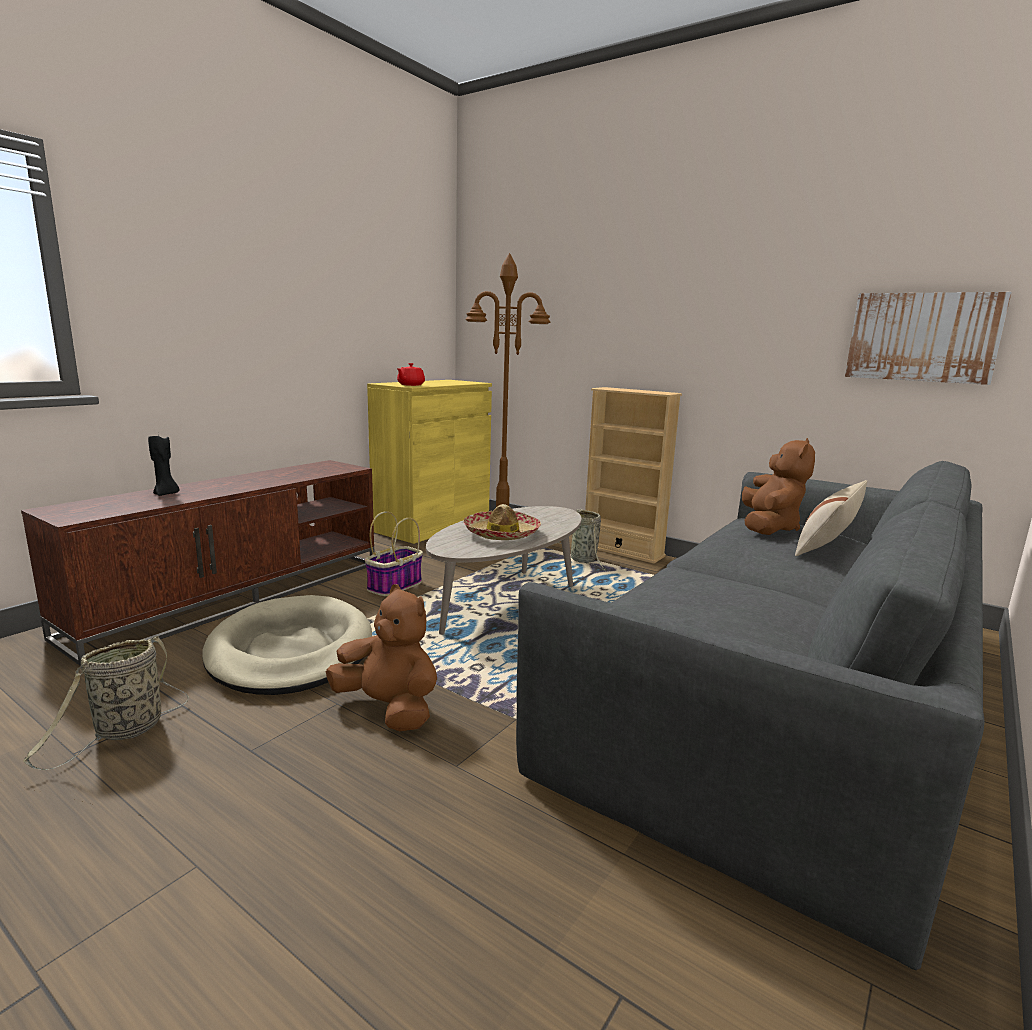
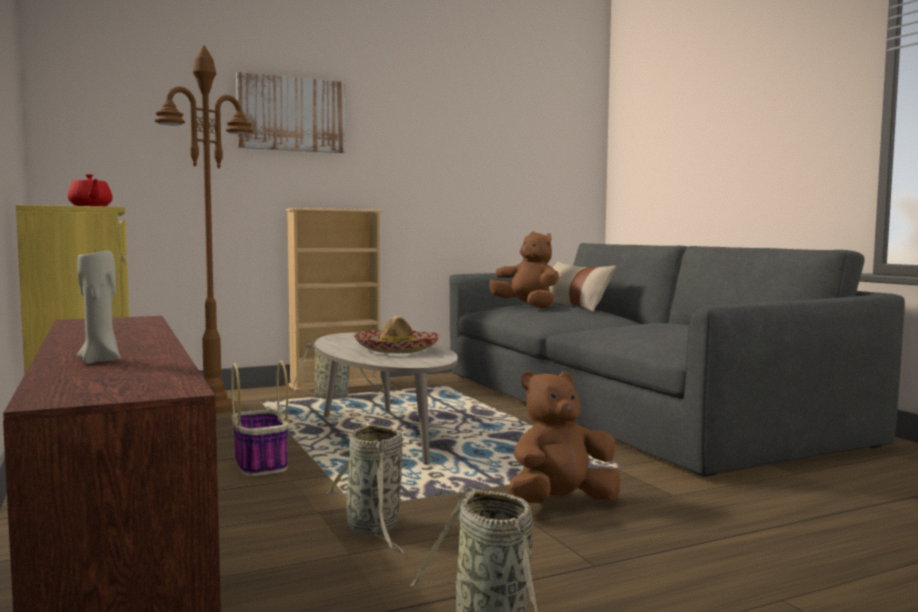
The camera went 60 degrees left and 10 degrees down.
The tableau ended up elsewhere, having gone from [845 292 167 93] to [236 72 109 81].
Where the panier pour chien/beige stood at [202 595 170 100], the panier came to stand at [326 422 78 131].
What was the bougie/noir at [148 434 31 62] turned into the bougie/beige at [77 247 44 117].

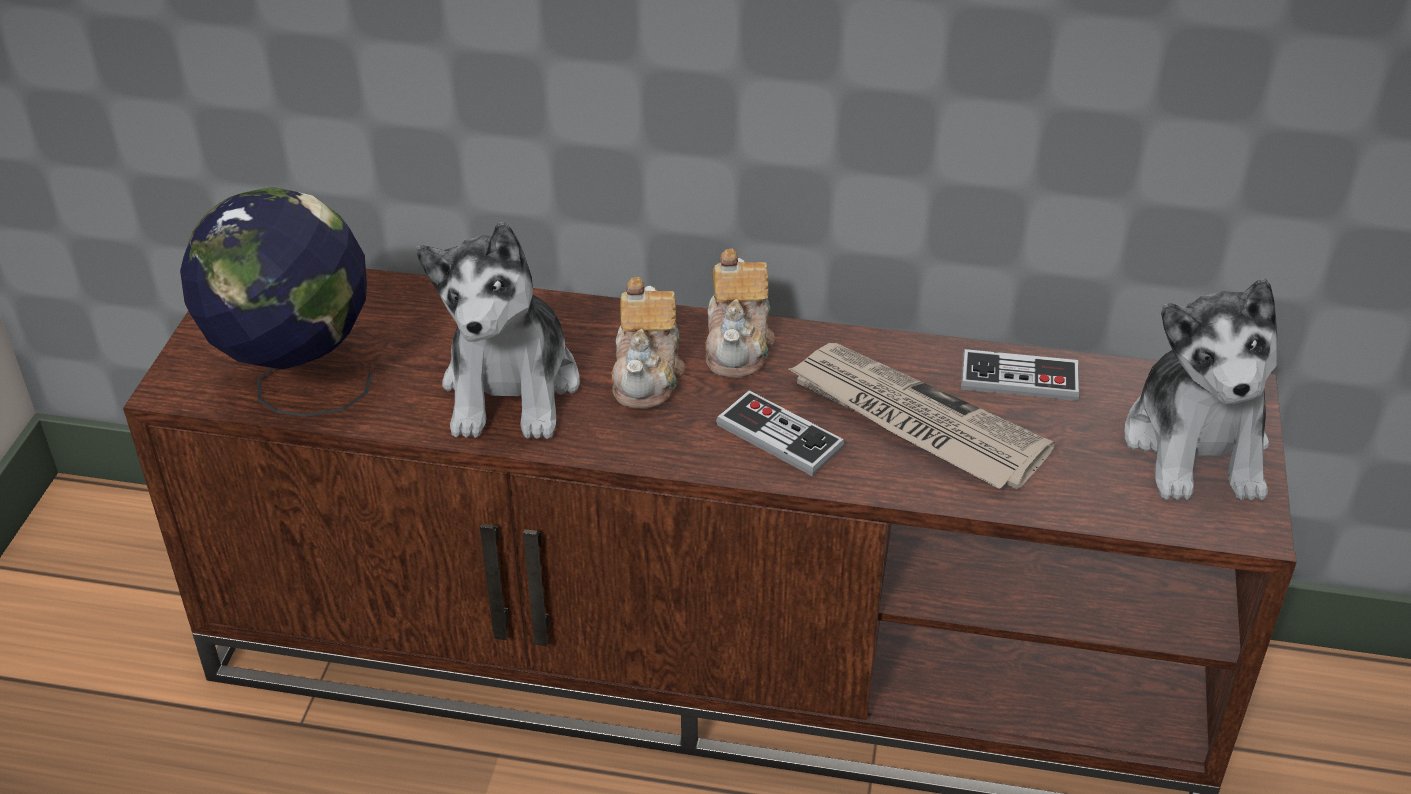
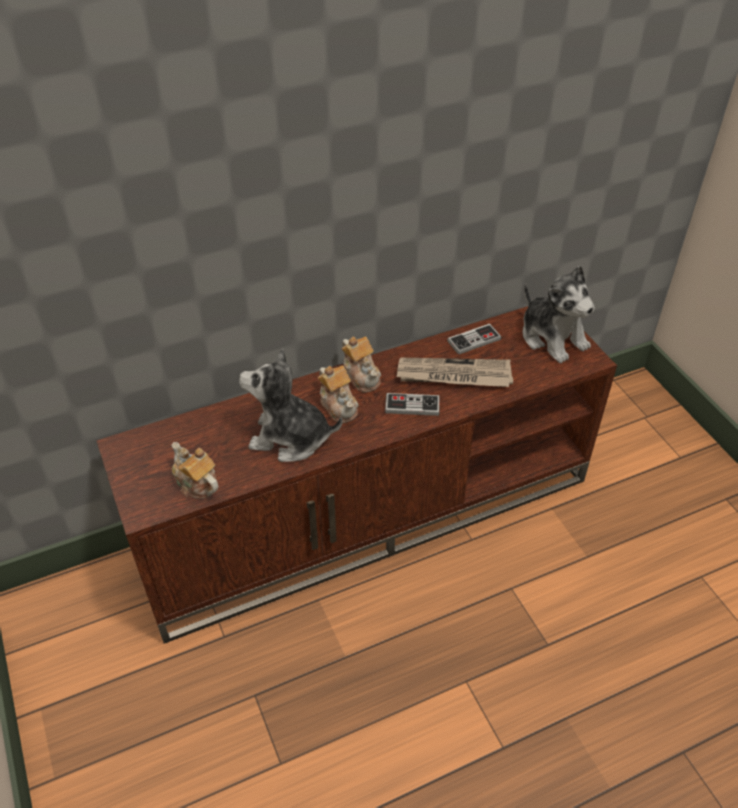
The camera went 35 degrees left and 5 degrees up.
Where the globe stood at [180 187 193 230], the théière came to stand at [171 442 48 57].
The peluche at [416 222 164 217] ended up facing another way, 135 degrees clockwise from before.

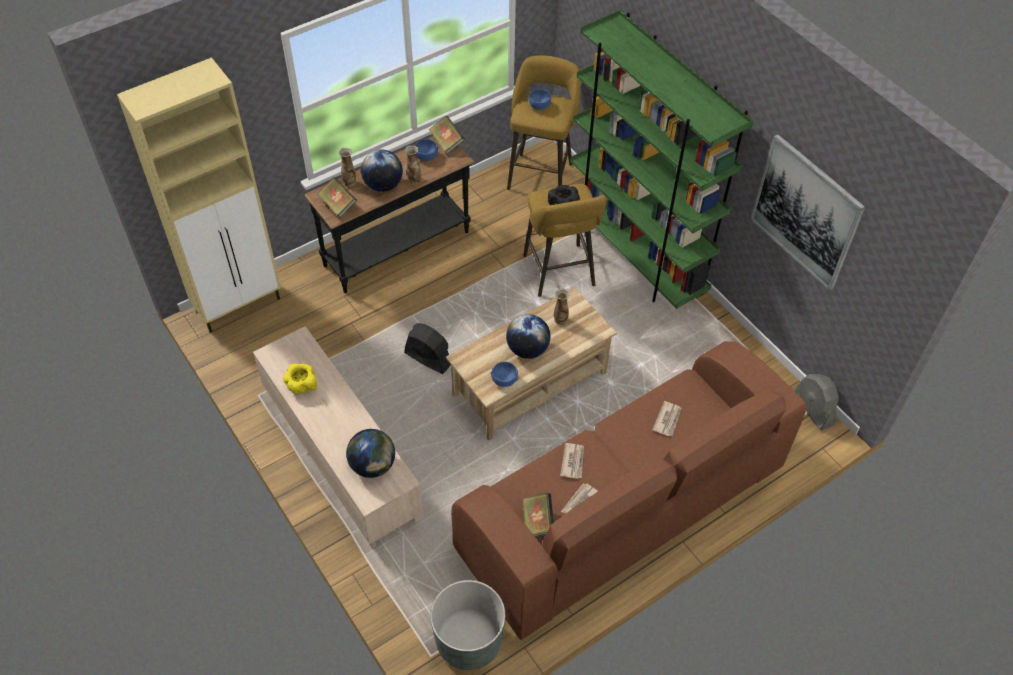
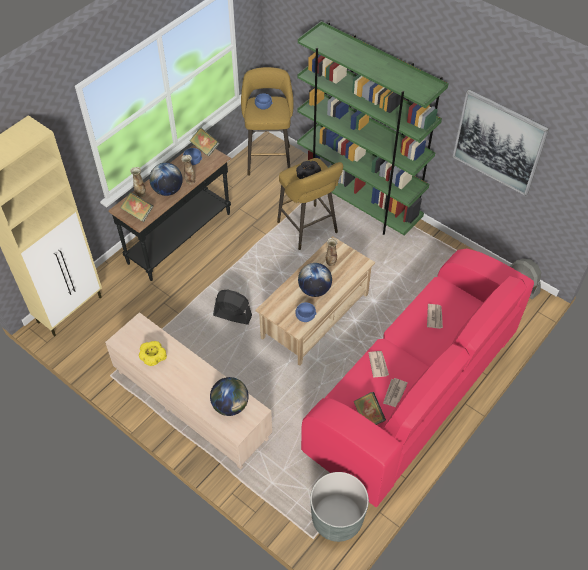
The camera went 15 degrees left and 0 degrees up.
What was the canapé/marron at [451 341 356 299] turned into the canapé/rose at [301 249 233 258].

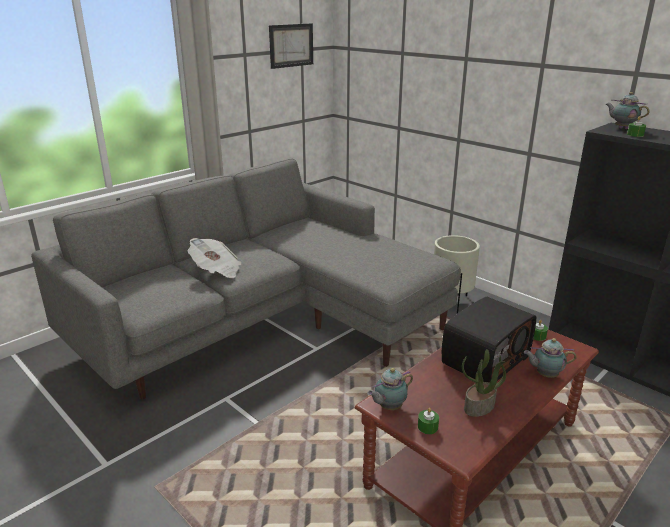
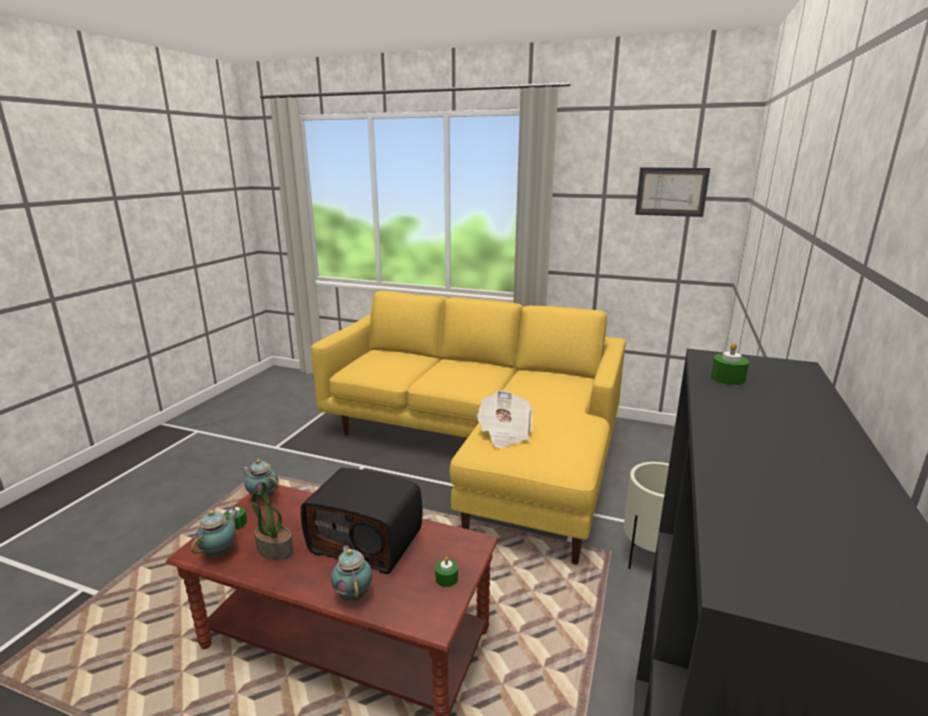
The camera went 65 degrees right and 5 degrees down.
The journal ended up elsewhere, having gone from [187 238 54 40] to [477 390 56 58].
The théière ended up elsewhere, having gone from [606 92 44 37] to [191 508 47 50].
What was the canapé/gris at [31 159 430 241] turned into the canapé/jaune at [311 291 315 273].

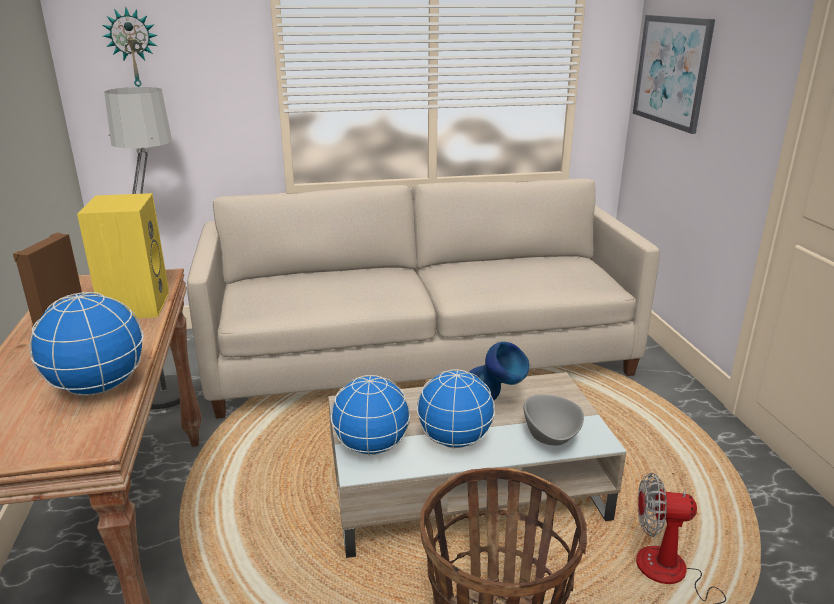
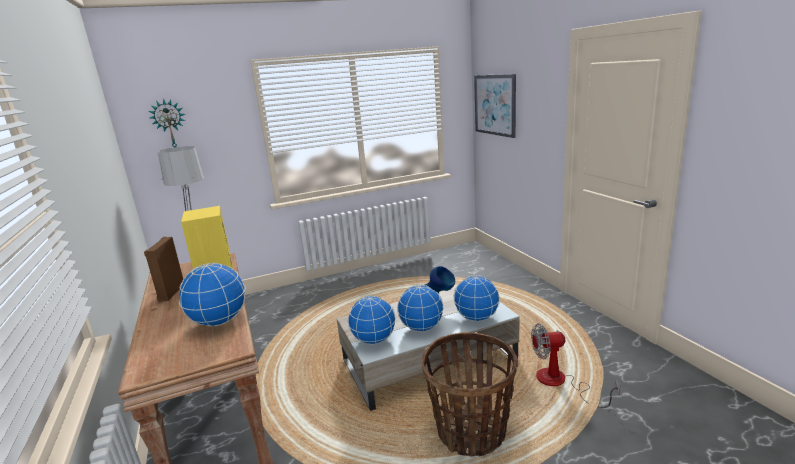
The camera went 10 degrees left and 5 degrees down.
The second view lost the canapé/beige at [187 178 473 241].
Where the bol/gris stood at [524 395 60 51], the globe came to stand at [453 275 47 46].

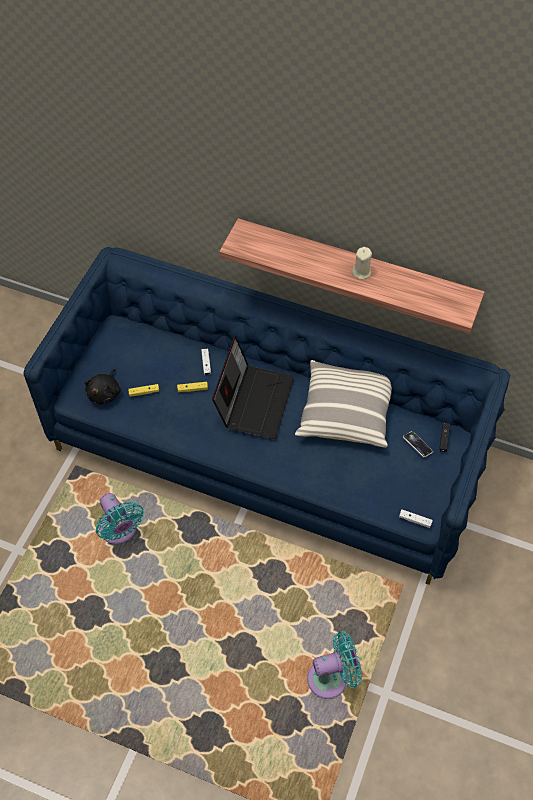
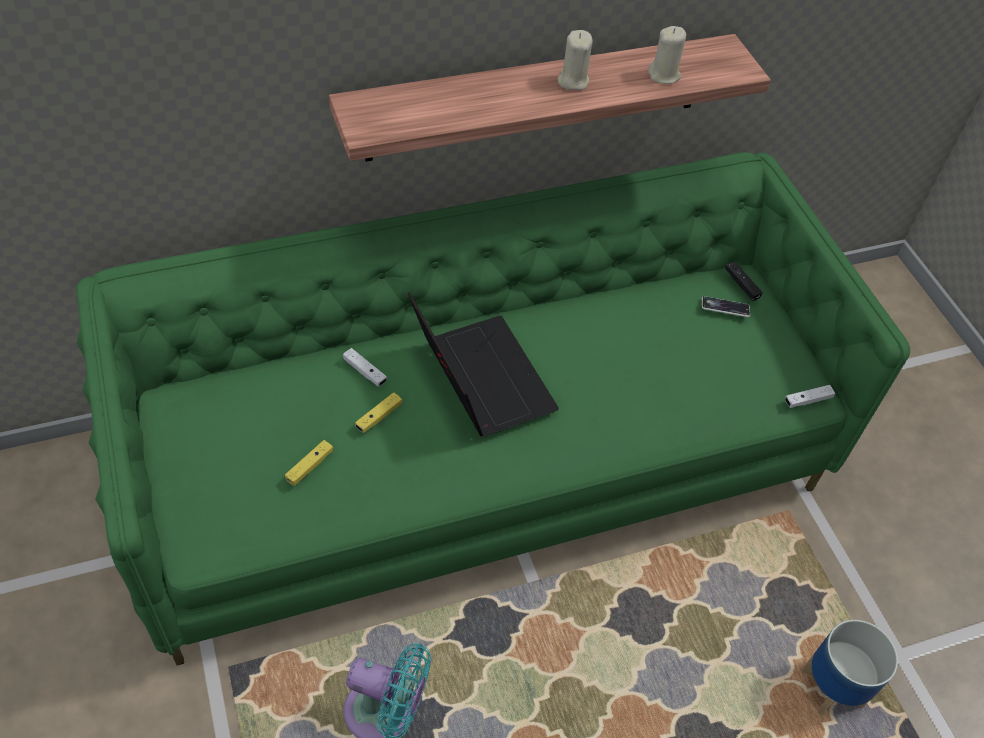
The camera went 45 degrees left and 5 degrees down.
The second view lost the peluche/noir at [85 369 36 35].
The second view lost the coussin at [295 360 97 88].
The second view gained the bougie/beige at [648 26 38 58].
Where the ventilateur/turquoise stood at [307 631 55 68], the cache-pot came to stand at [802 620 96 95].
What was the canapé/bleu at [24 247 486 338] turned into the canapé/vert at [76 152 834 513].

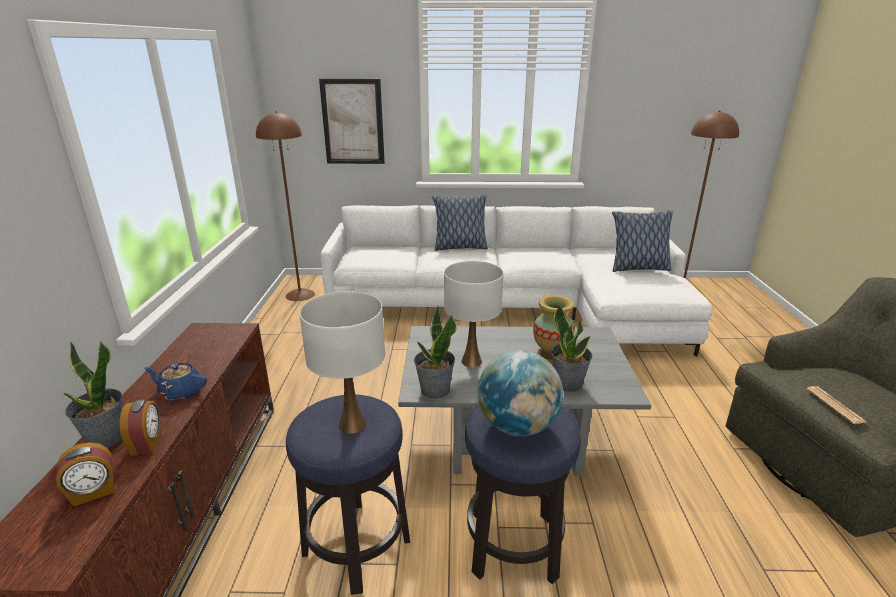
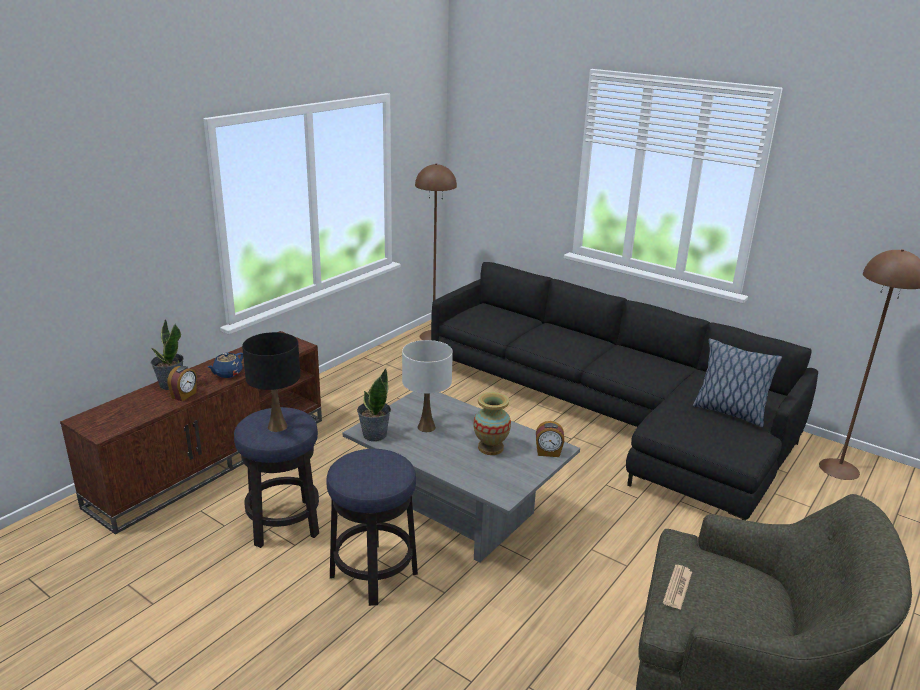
The camera went 35 degrees right and 0 degrees up.
The second view lost the tableau at [319 79 66 85].
The second view lost the coussin at [432 194 56 57].
The second view lost the globe at [478 350 85 86].
The second view lost the plante en pot at [551 304 41 88].
The réveil ended up elsewhere, having gone from [56 442 58 65] to [536 421 28 36].
What was the lampe de table/blanc at [299 291 86 143] turned into the lampe de table/noir at [242 332 58 100].
What was the canapé/blanc at [321 205 391 151] turned into the canapé/noir at [431 262 387 258].
The théière/bleu at [144 363 63 38] ended up facing another way, 105 degrees counterclockwise from before.

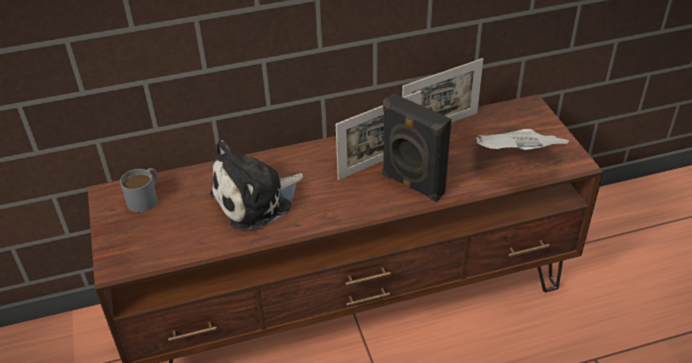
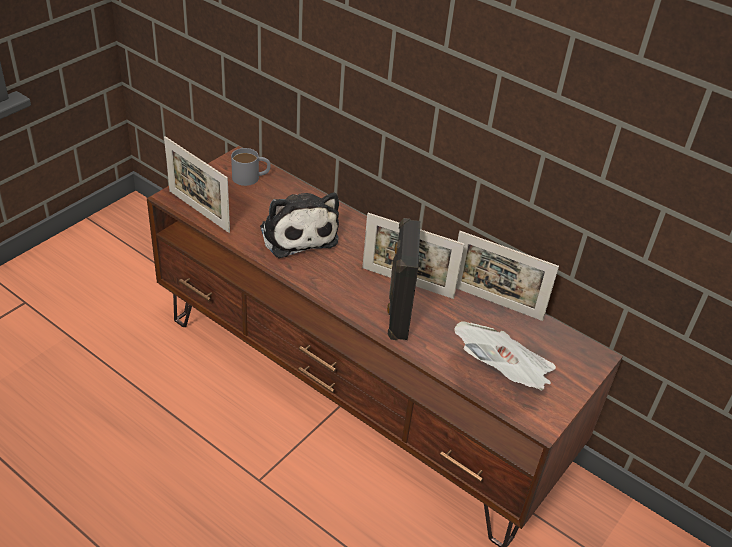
The camera went 50 degrees right and 0 degrees up.
The second view gained the cadre photo at [164 136 66 97].
The peluche at [210 140 93 90] ended up facing another way, 135 degrees counterclockwise from before.

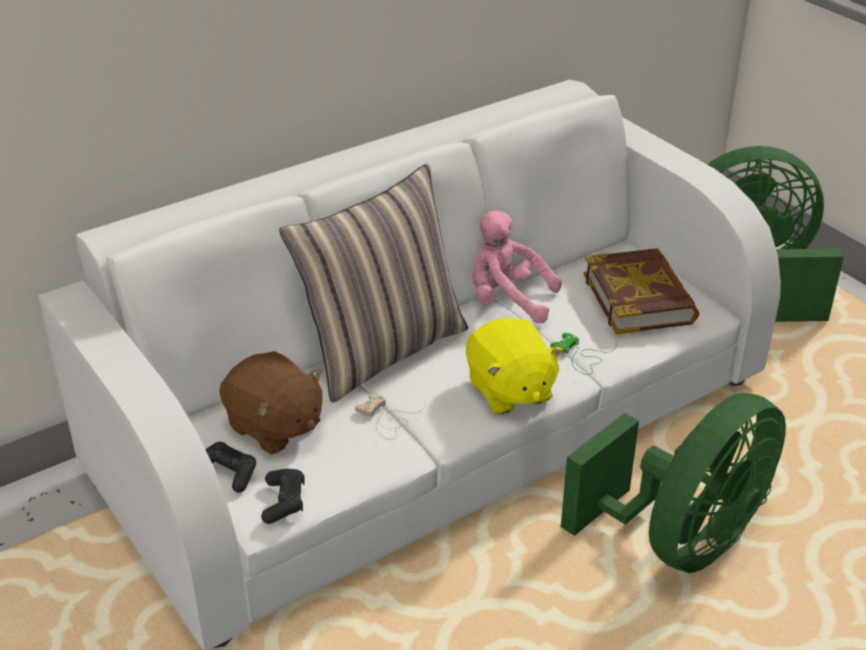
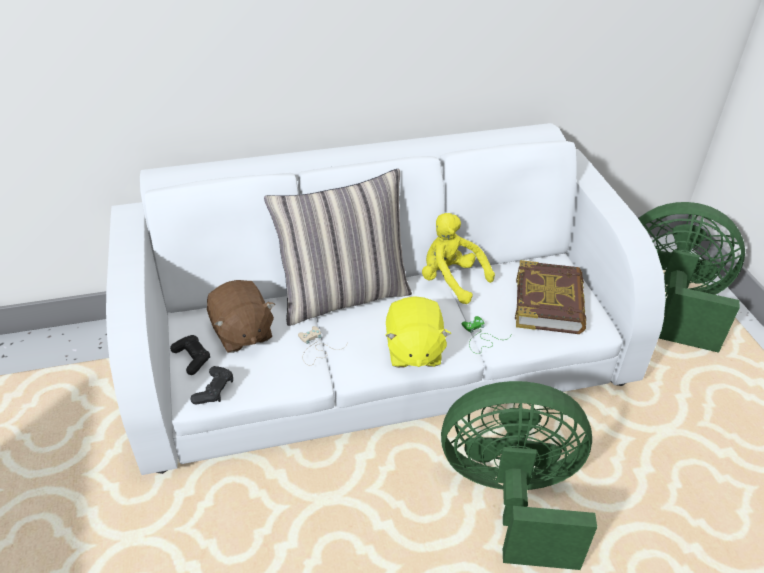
The camera went 20 degrees right and 5 degrees up.
What was the peluche/rose at [472 210 90 113] turned into the peluche/jaune at [422 213 73 91].
The ventilateur/vert at [561 393 225 180] ended up facing another way, 150 degrees counterclockwise from before.

